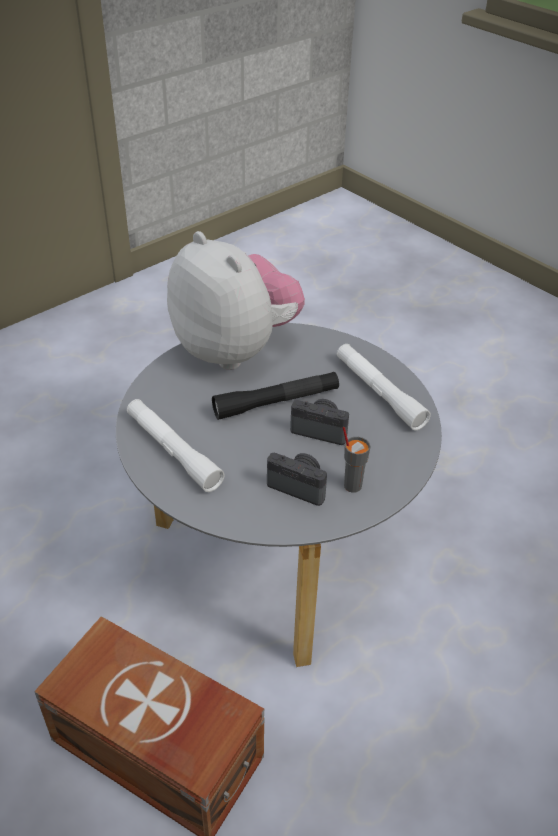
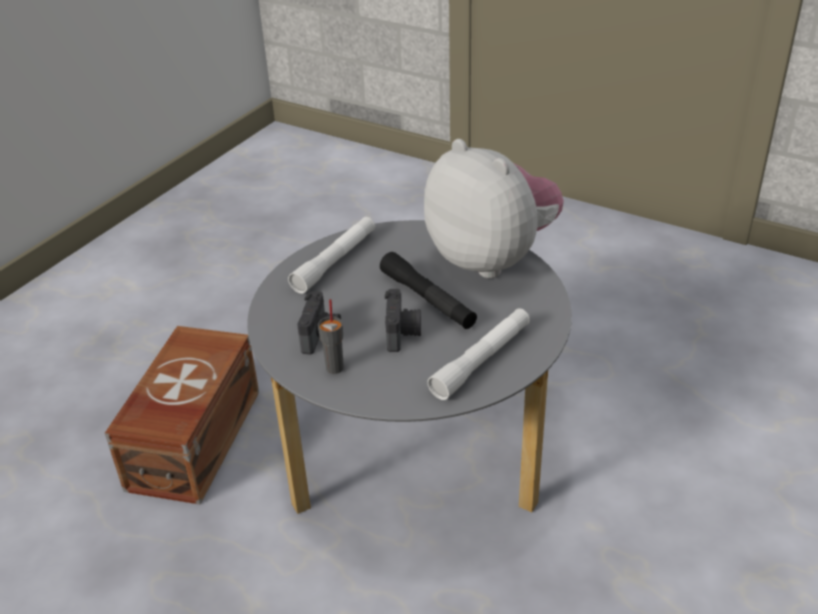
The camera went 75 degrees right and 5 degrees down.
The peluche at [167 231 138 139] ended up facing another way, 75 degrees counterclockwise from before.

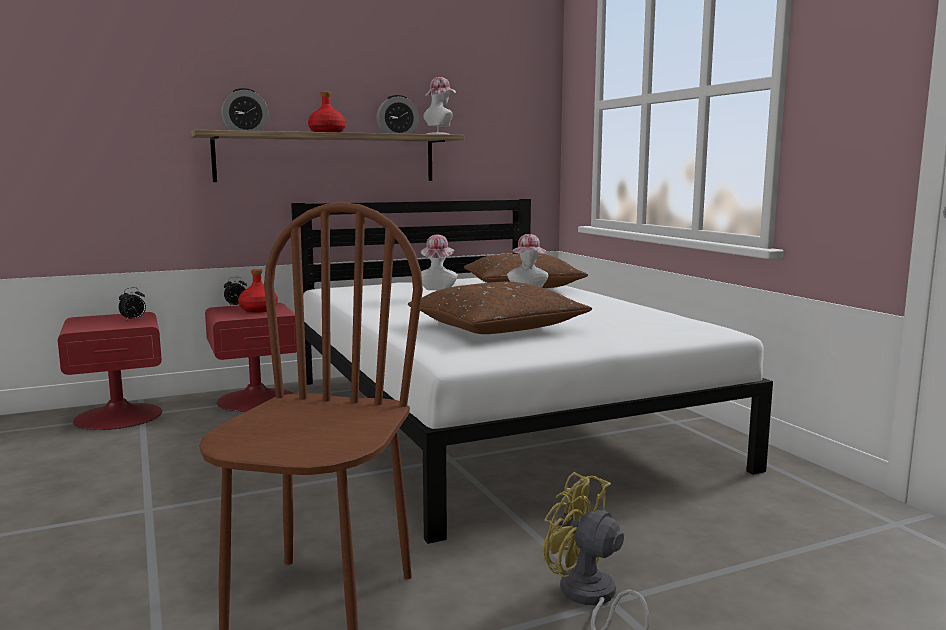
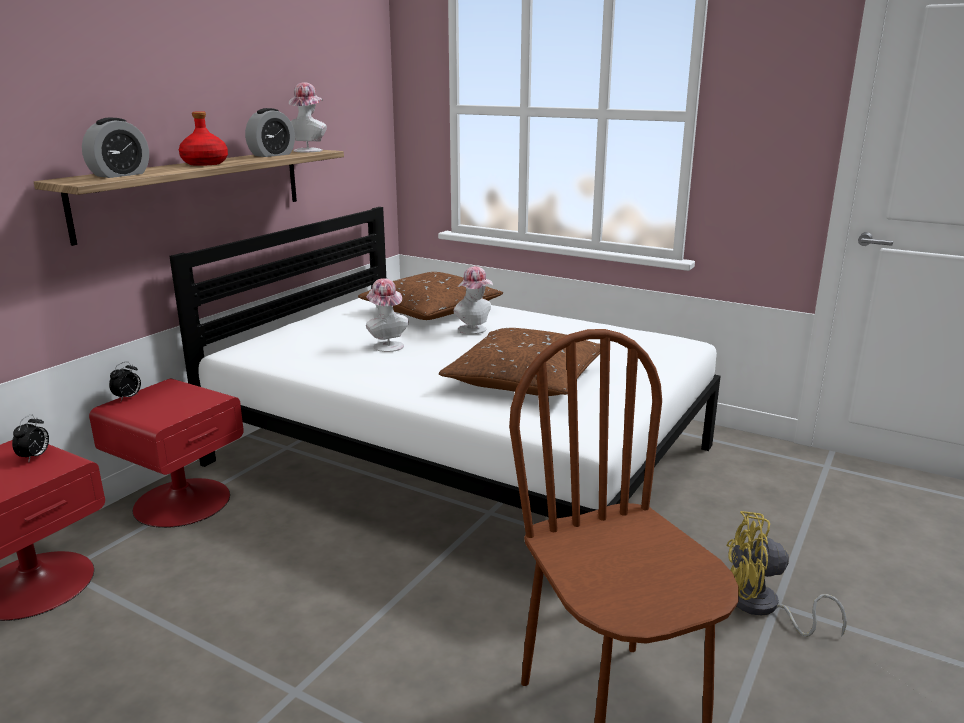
The camera went 35 degrees left and 10 degrees up.
The second view lost the bouteille/rouge at [238 269 40 44].

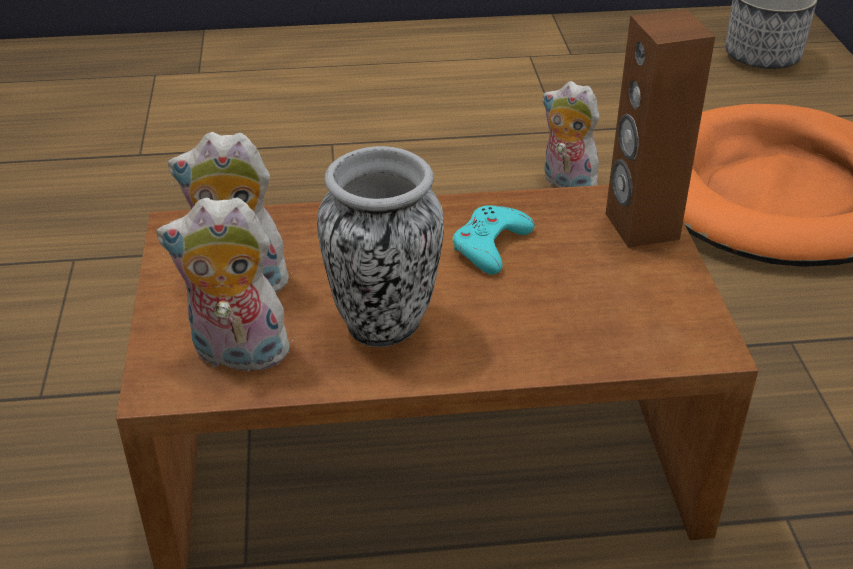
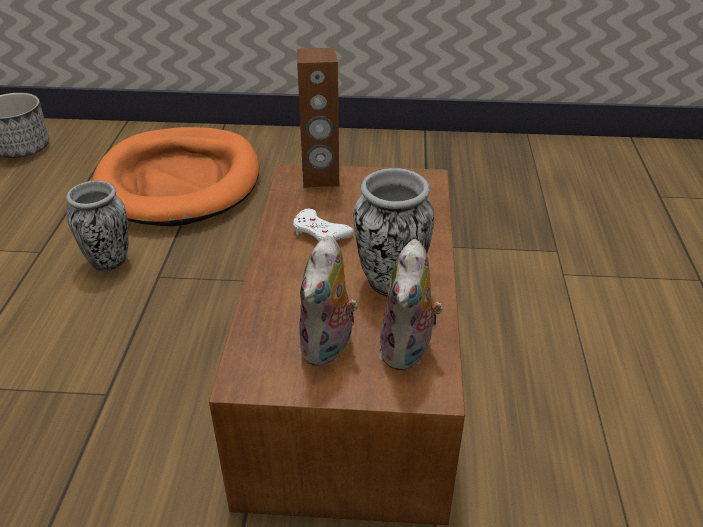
The camera went 80 degrees left and 0 degrees up.
Where the peluche stood at [543 81 60 107], the vase came to stand at [66 180 63 91].
What was the manette/turquoise at [453 205 82 70] turned into the manette/blanc at [293 209 61 33].

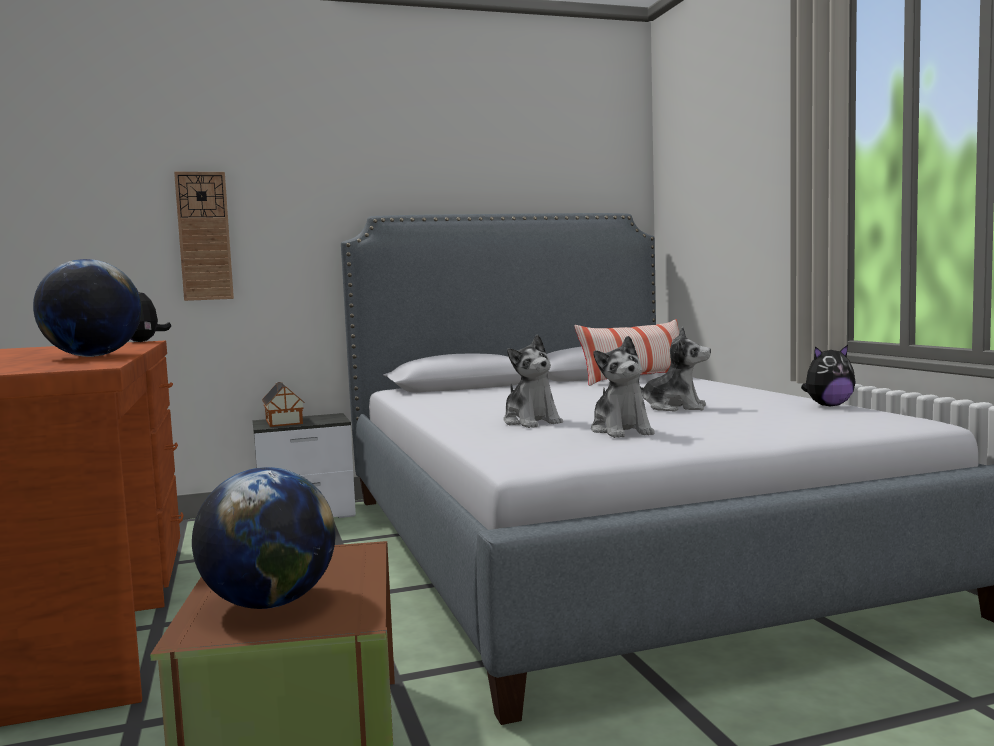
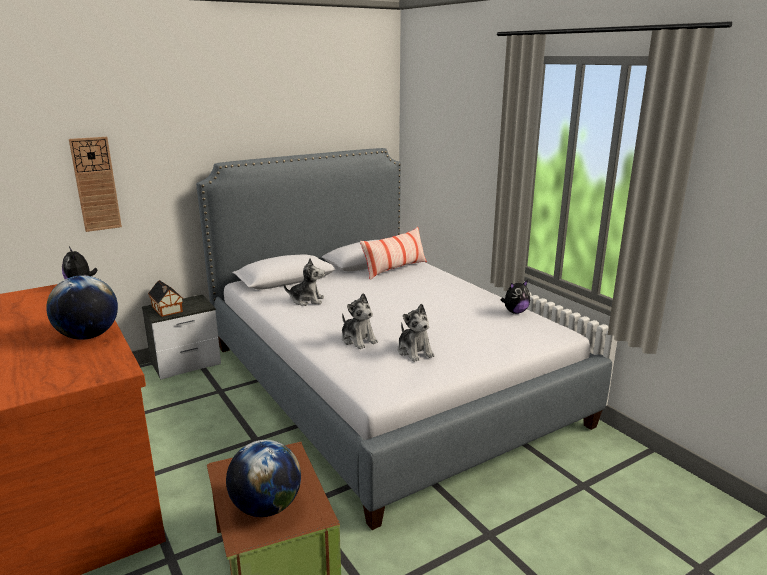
The camera went 15 degrees left and 15 degrees up.
The peluche ended up elsewhere, having gone from [640 327 71 85] to [283 258 42 48].

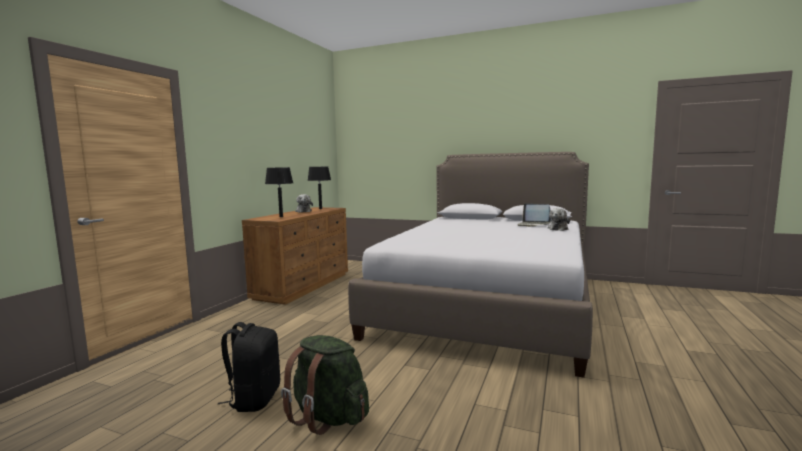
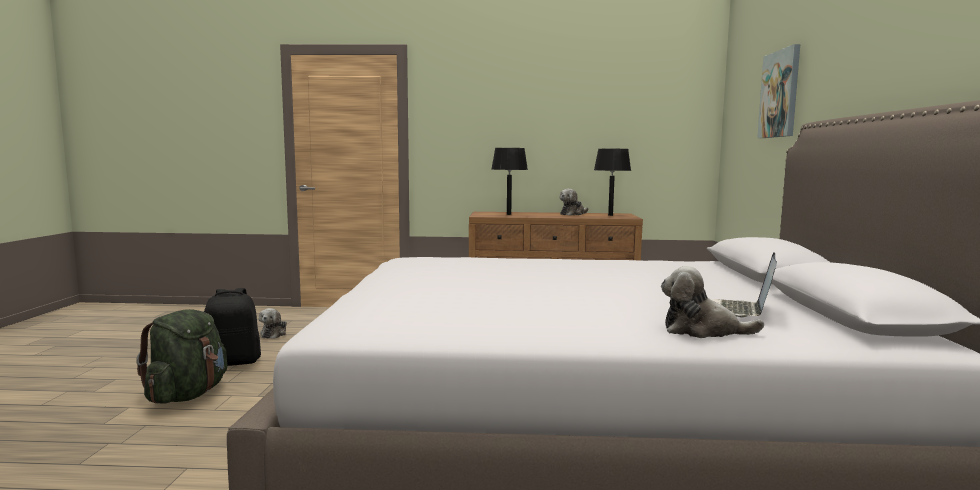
The camera went 70 degrees right and 0 degrees up.
The second view gained the peluche at [259 308 28 31].
The second view gained the tableau at [757 44 43 94].

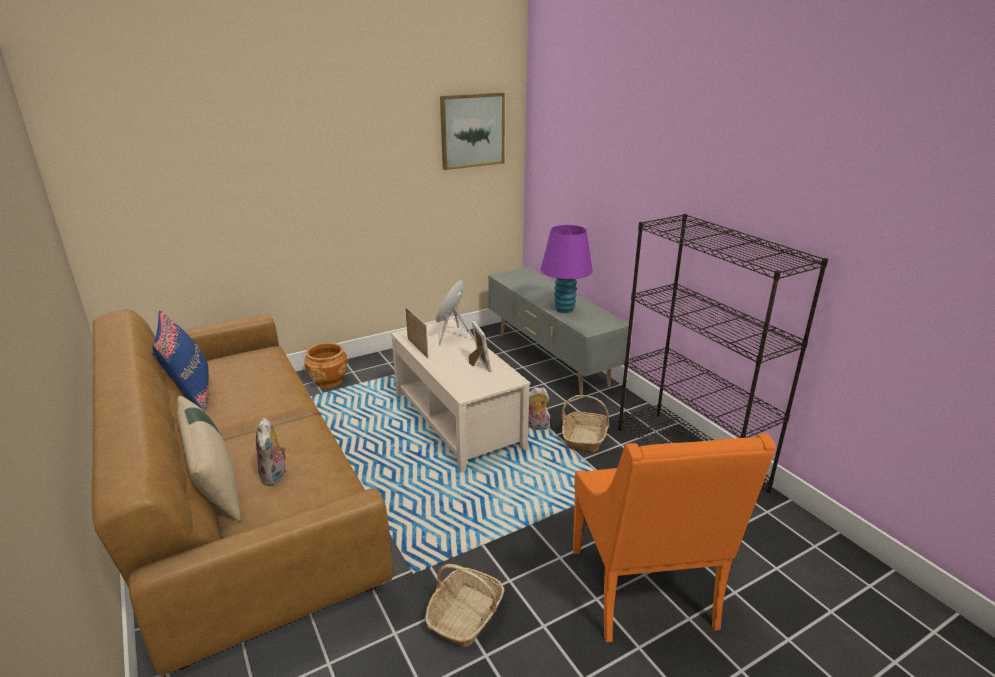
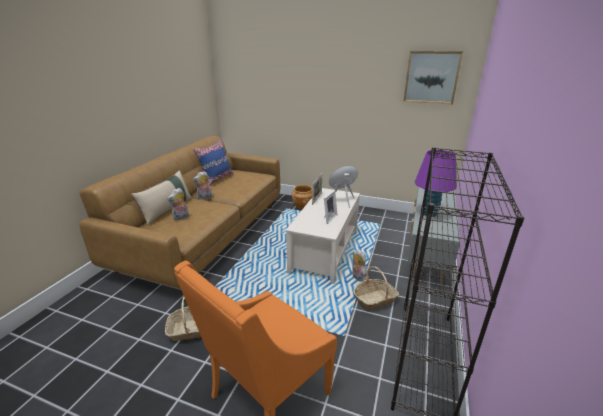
The camera went 50 degrees right and 0 degrees up.
The second view gained the peluche at [192 171 20 29].

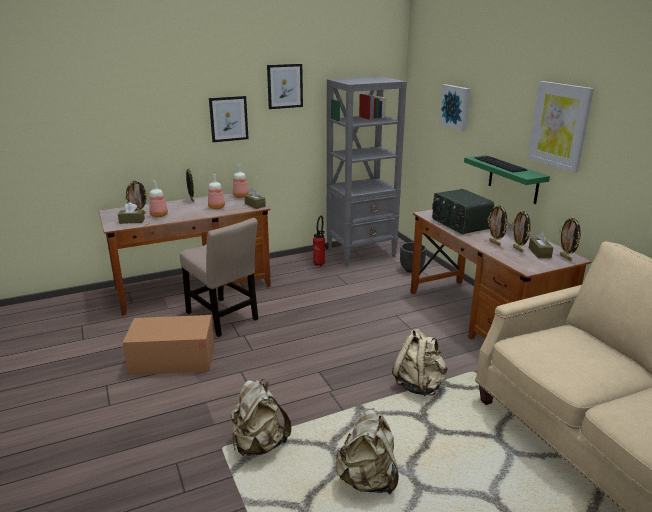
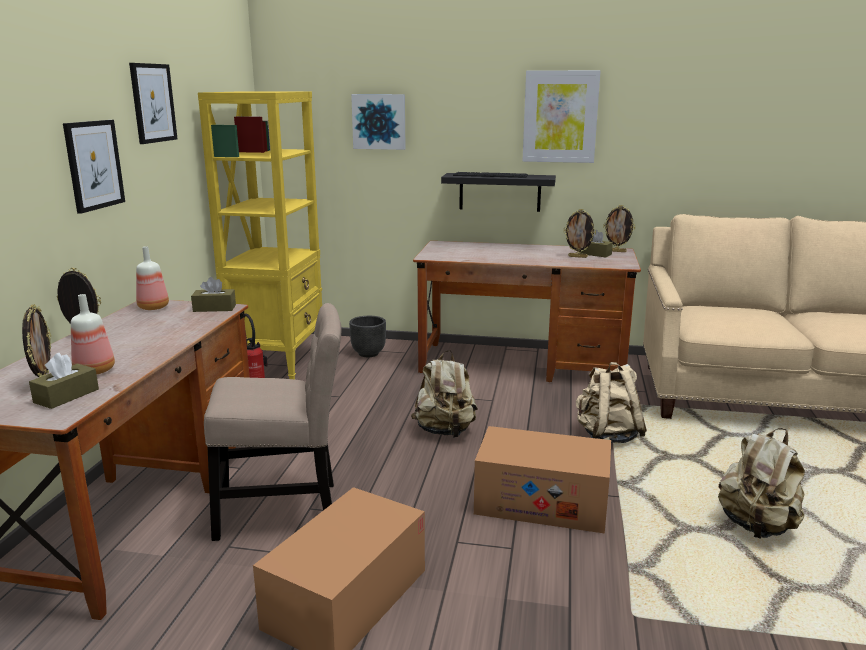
The camera went 55 degrees left and 5 degrees down.
The second view lost the bouteille at [208 174 17 35].
The second view lost the radio at [432 189 62 45].
The second view lost the cadre photo at [488 204 20 42].
The second view gained the carton at [474 426 137 108].
The sac à dos/beige ended up elsewhere, having gone from [230 379 61 77] to [411 350 67 88].
What was the bibliothèque/gris at [327 76 80 190] turned into the bibliothèque/jaune at [198 91 124 288].
What was the étagère/vert at [464 155 86 49] turned into the étagère/noir at [441 173 115 39].

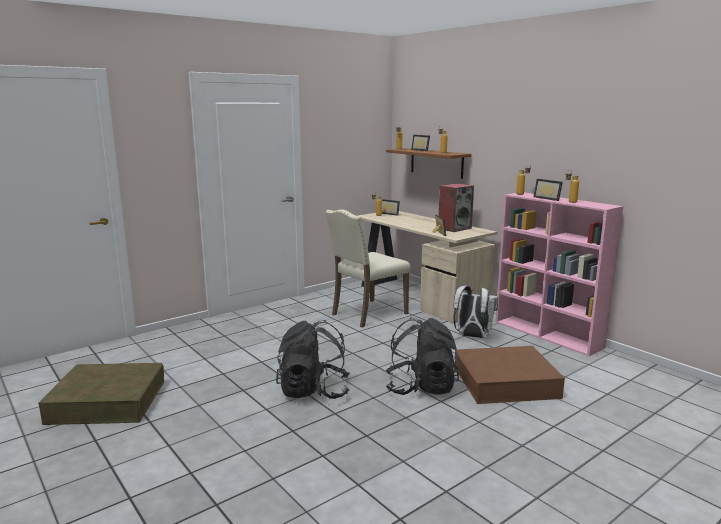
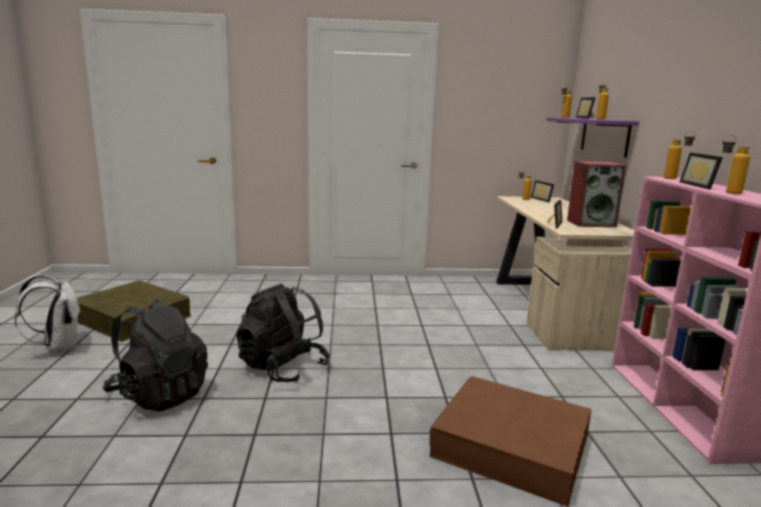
The camera went 35 degrees right and 0 degrees up.
The second view lost the chaise/beige at [325 209 85 118].
The sac à dos/noir ended up elsewhere, having gone from [386 317 73 78] to [103 299 105 113].
The sac à dos/blanc ended up elsewhere, having gone from [453 286 45 52] to [14 275 67 77].
What was the étagère/marron at [386 148 85 31] turned into the étagère/violet at [546 117 93 41].

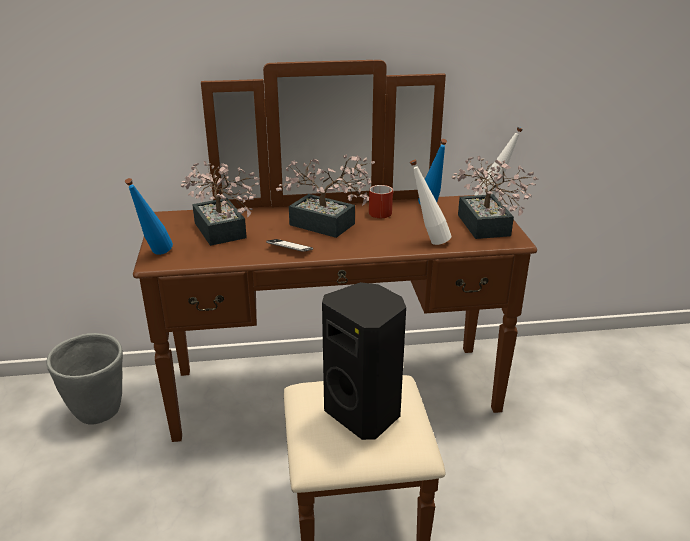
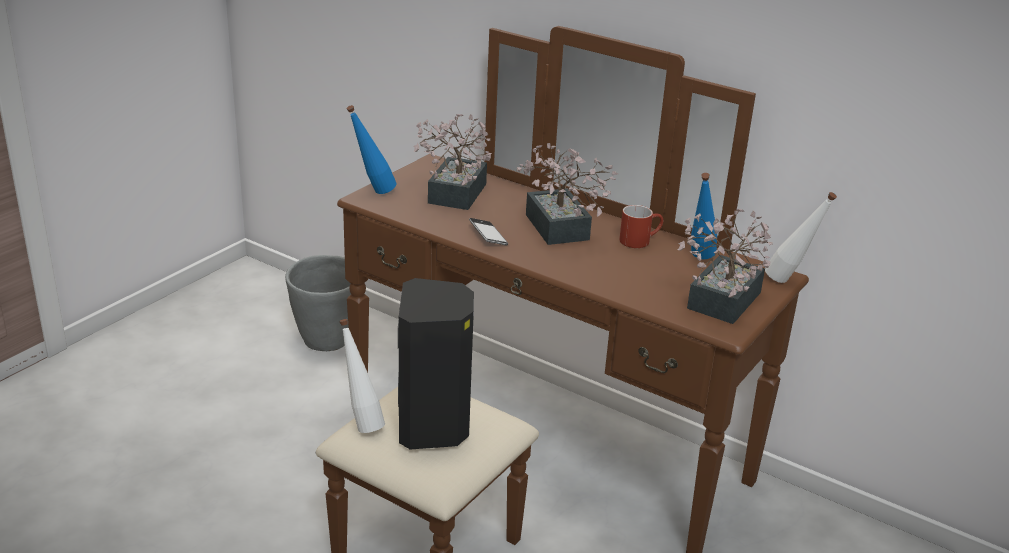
The camera went 40 degrees right and 0 degrees up.
The bouteille/blanc ended up elsewhere, having gone from [410 160 41 85] to [339 319 46 114].

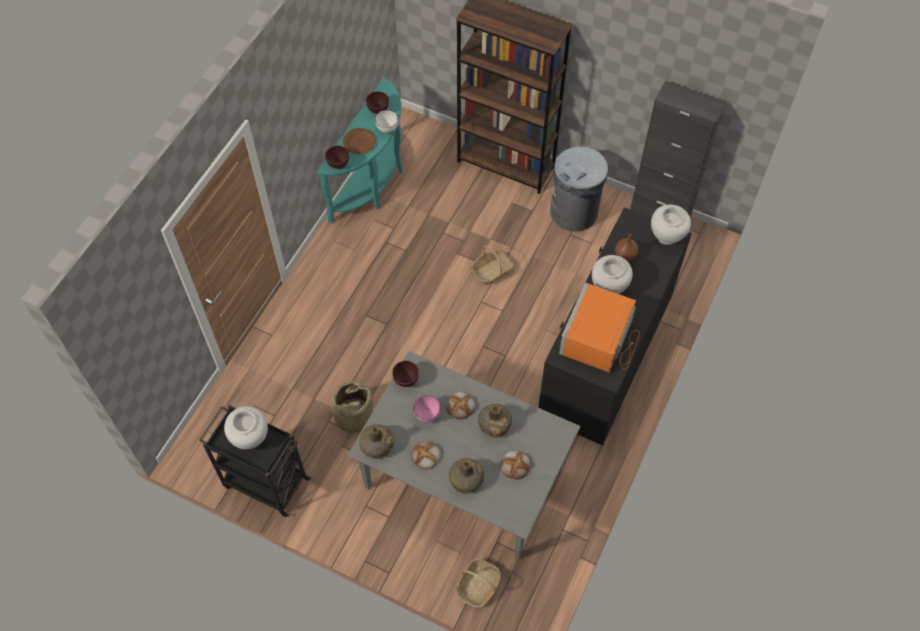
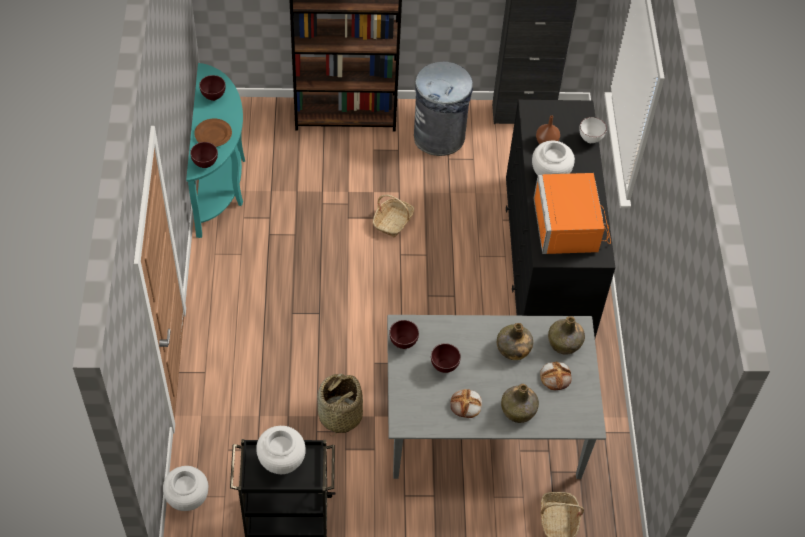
The camera went 30 degrees left and 5 degrees down.
The second view lost the pain at [446 392 29 27].
The bouteille/vert ended up elsewhere, having gone from [359 424 35 35] to [548 316 37 39].
The bol/blanc ended up elsewhere, having gone from [375 110 23 23] to [579 117 28 26].
The vase/blanc ended up elsewhere, having gone from [651 205 40 40] to [163 466 45 45].
What was the bol/rose at [413 395 28 27] turned into the bol/marron at [431 343 30 30].

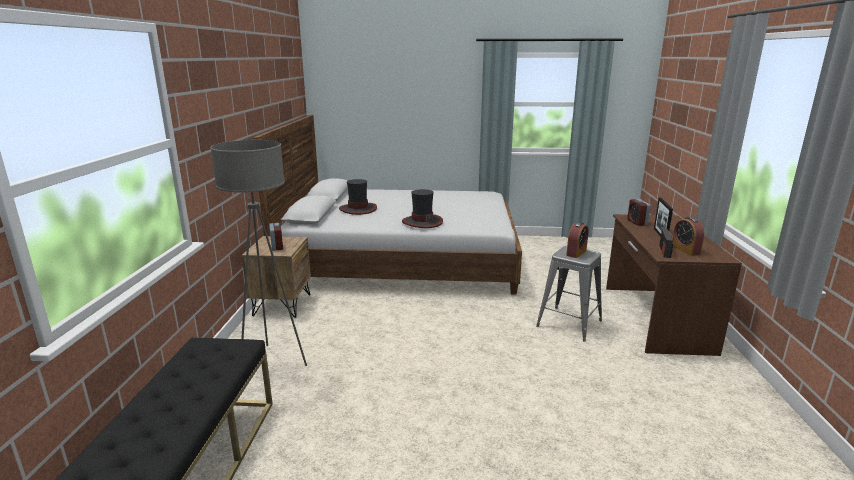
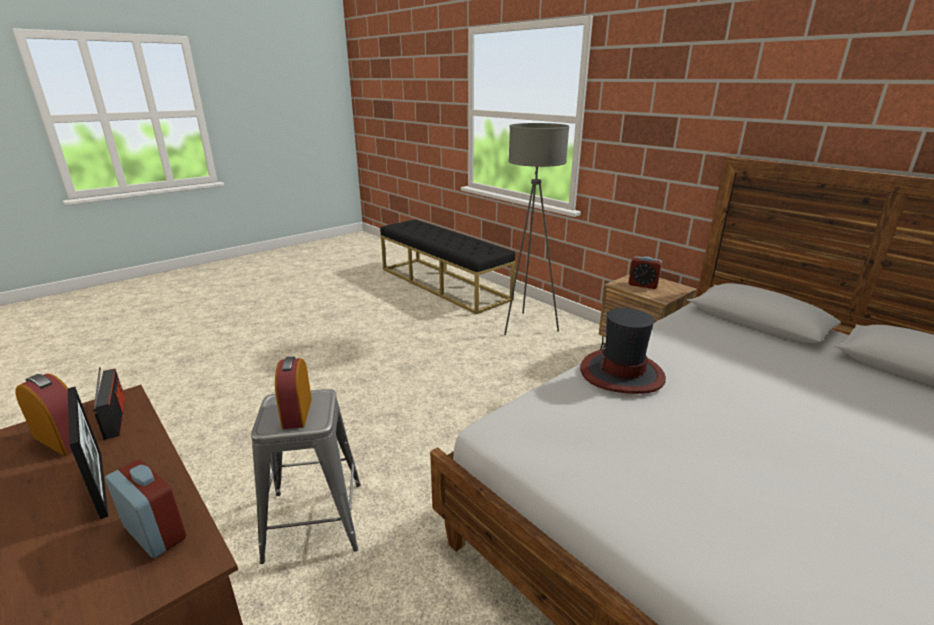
The camera went 135 degrees right and 5 degrees up.
The second view lost the chapeau at [339 179 38 36].

